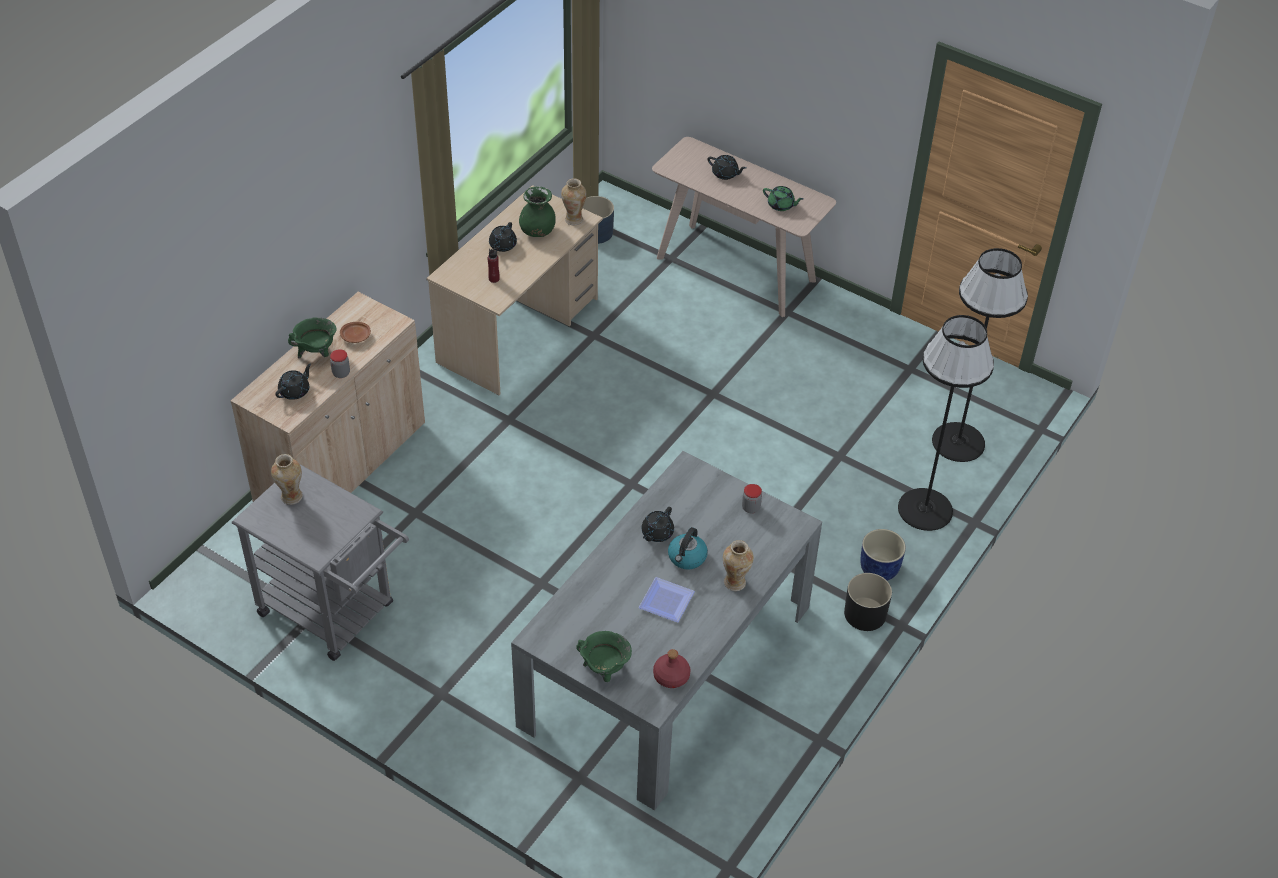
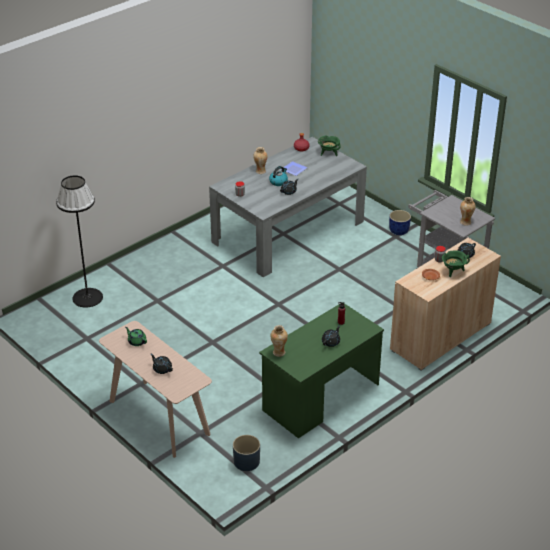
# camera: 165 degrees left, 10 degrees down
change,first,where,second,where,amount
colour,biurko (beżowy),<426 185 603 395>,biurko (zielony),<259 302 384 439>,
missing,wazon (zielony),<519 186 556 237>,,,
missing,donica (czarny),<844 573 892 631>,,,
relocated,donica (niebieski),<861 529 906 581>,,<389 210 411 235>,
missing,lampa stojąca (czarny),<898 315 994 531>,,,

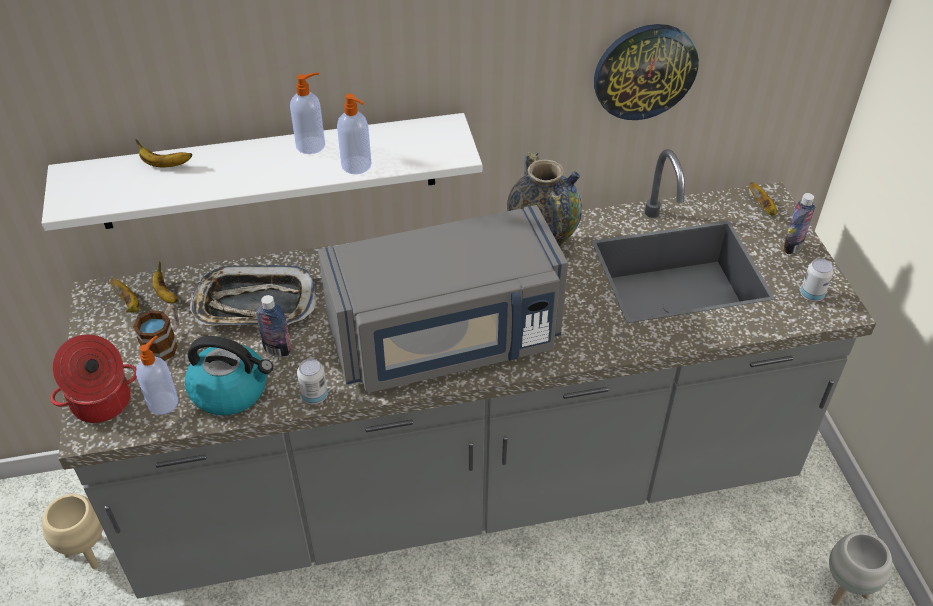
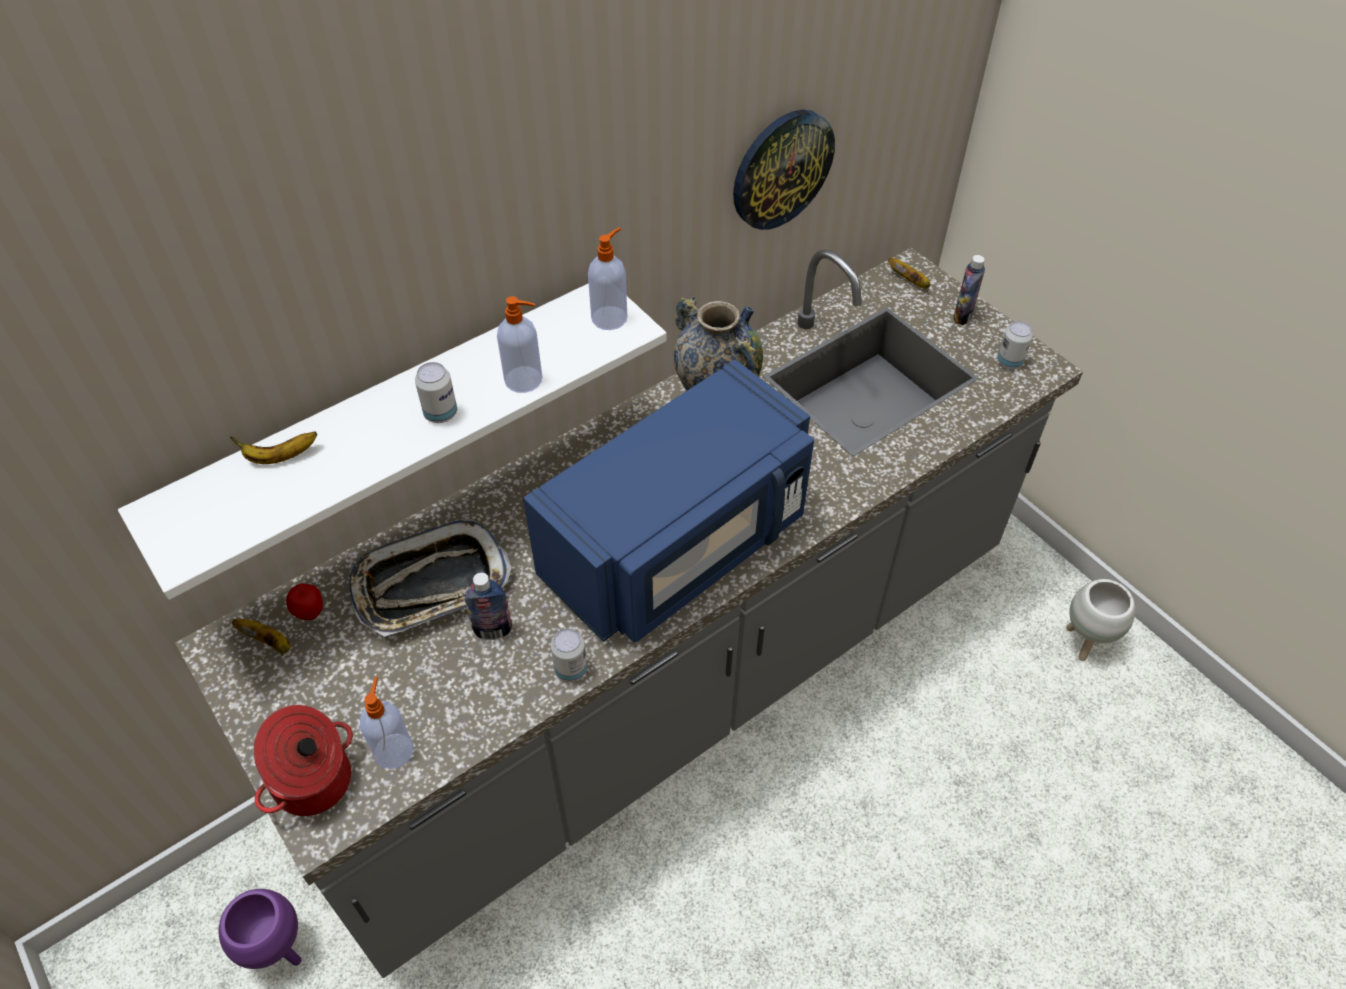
# camera: 25 degrees left, 5 degrees up
change,first,where,second,where,amount
colour,donica (beżowy),<42 494 103 569>,donica (fioletowy),<219 889 301 969>,
missing,kubek,<133 305 179 361>,,,
exchanged,banan,<152 261 179 303>,jabłko,<286 584 323 620>,
missing,czajnik,<185 336 273 415>,,,
relocated,dozownik mydła,<290 72 325 154>,,<588 227 627 330>,
colour,mikrofalówka (szary),<318 205 568 393>,mikrofalówka (niebieski),<523 359 814 642>,
appeared,,,puszka,<415 362 457 423>,

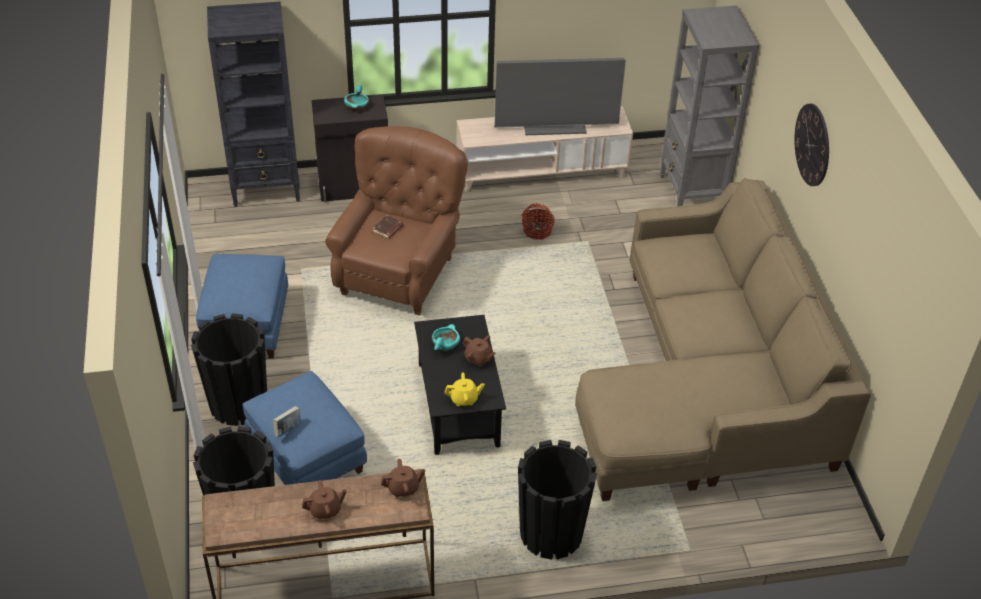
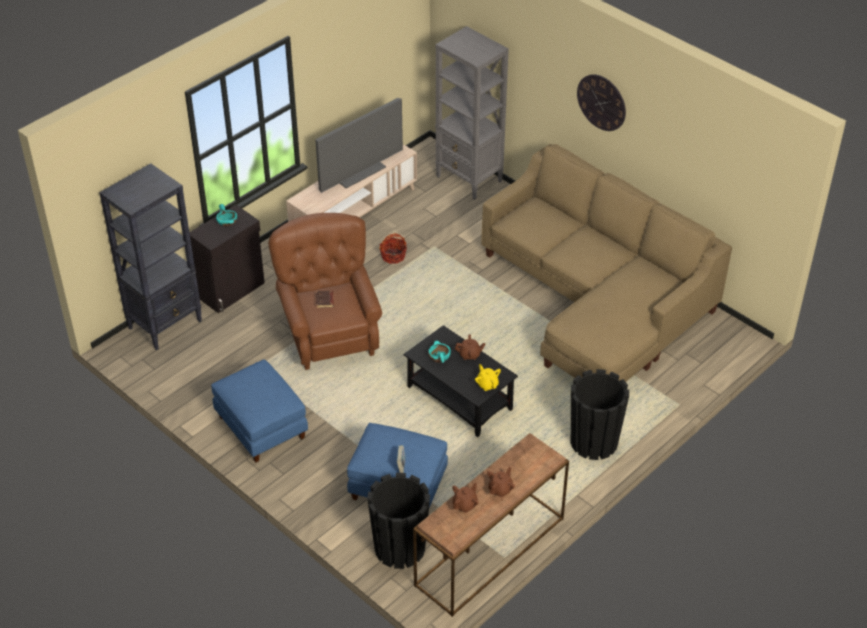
# camera: 35 degrees left, 0 degrees up
change,first,where,second,where,amount
missing,donica (czarny),<191 313 267 426>,,,
relocated,imbryk (brązowy),<381 459 425 497>,,<452 483 479 513>,
spun,imbryk (żółty),<445 372 485 406>,,<475 364 501 391>,75 degrees counterclockwise

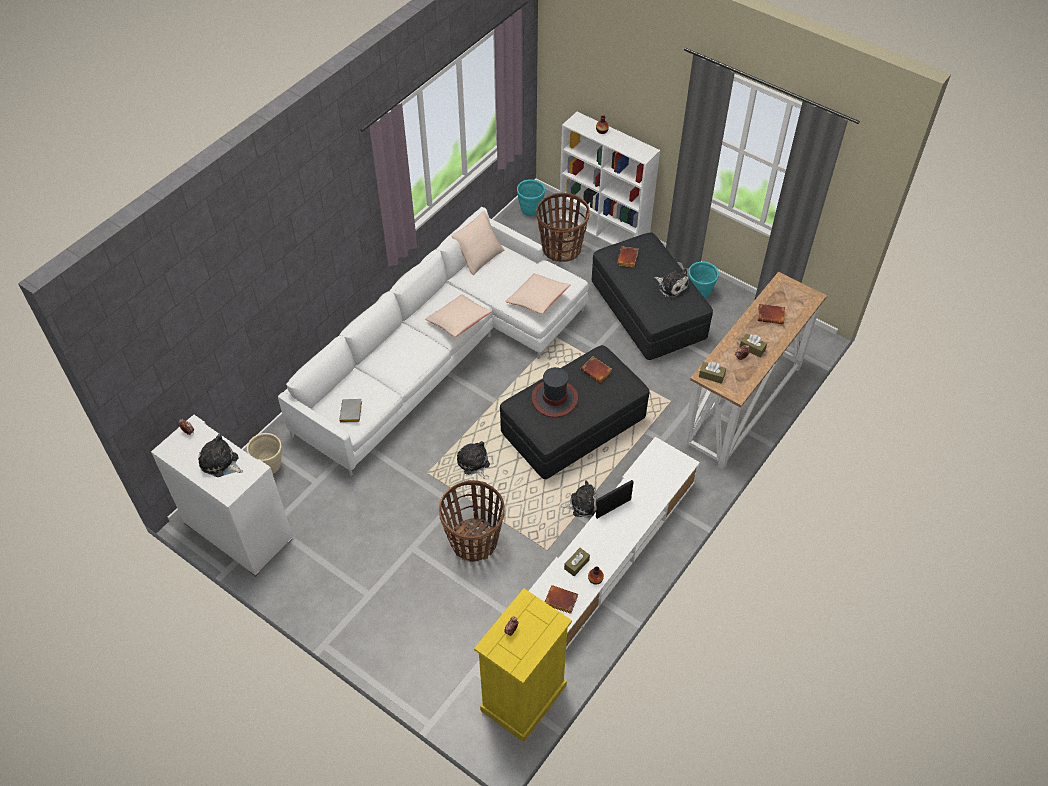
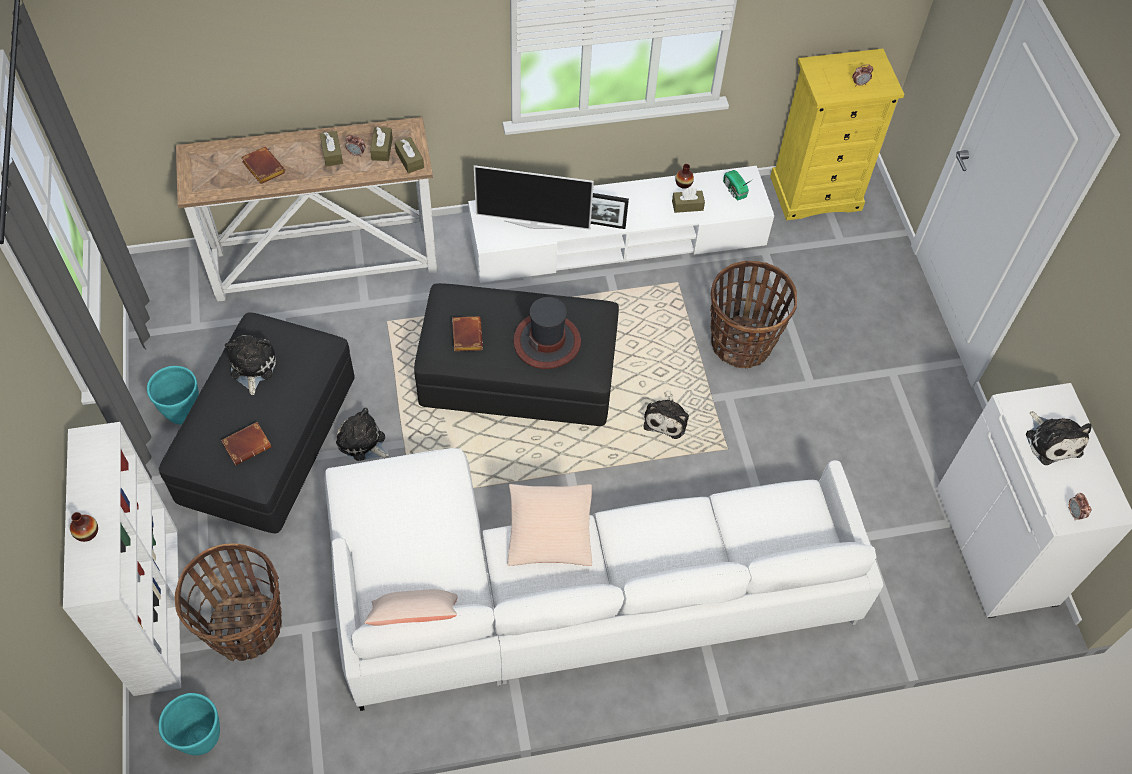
# camera: 140 degrees left, 5 degrees up
change,first,where,second,where,amount
missing,donica (beżowy),<246 433 282 473>,,,
missing,książka (szary),<339 399 362 423>,,,
missing,poduszka (beżowy),<505 273 571 314>,,,
exchanged,książka (brązowy),<545 585 578 614>,radio,<723 170 752 200>,
relocated,pluszak,<561 480 598 518>,,<336 408 390 461>,
appeared,,,pudełko chusteczek (brązowy),<370 127 393 161>,
appeared,,,telewizor,<474 165 594 230>,

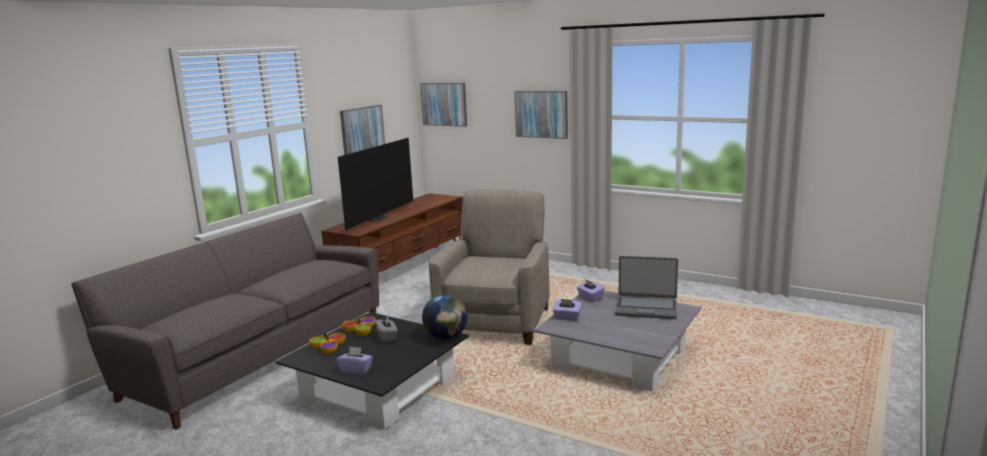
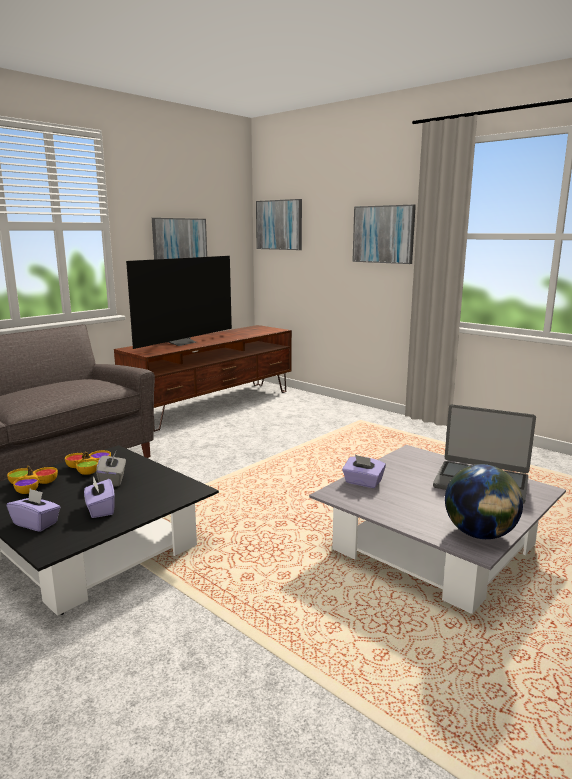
# camera: 10 degrees right, 0 degrees up
change,first,where,second,where,amount
relocated,globus,<422 294 467 340>,,<445 464 523 539>,
missing,fotel (beżowy),<428 189 550 345>,,,
relocated,pudełko chusteczek (fioletowy),<577 279 605 302>,,<84 476 115 518>,

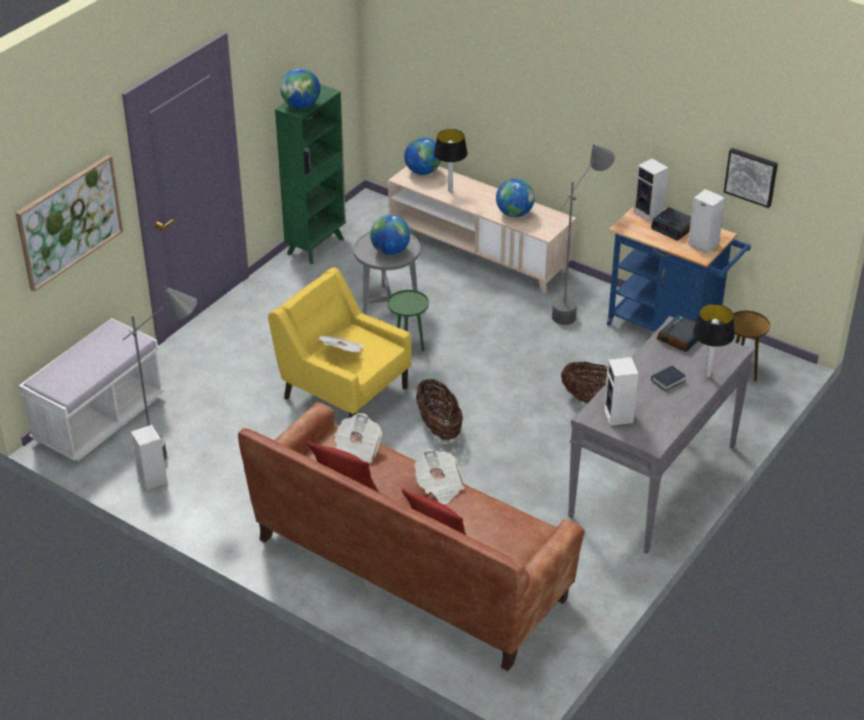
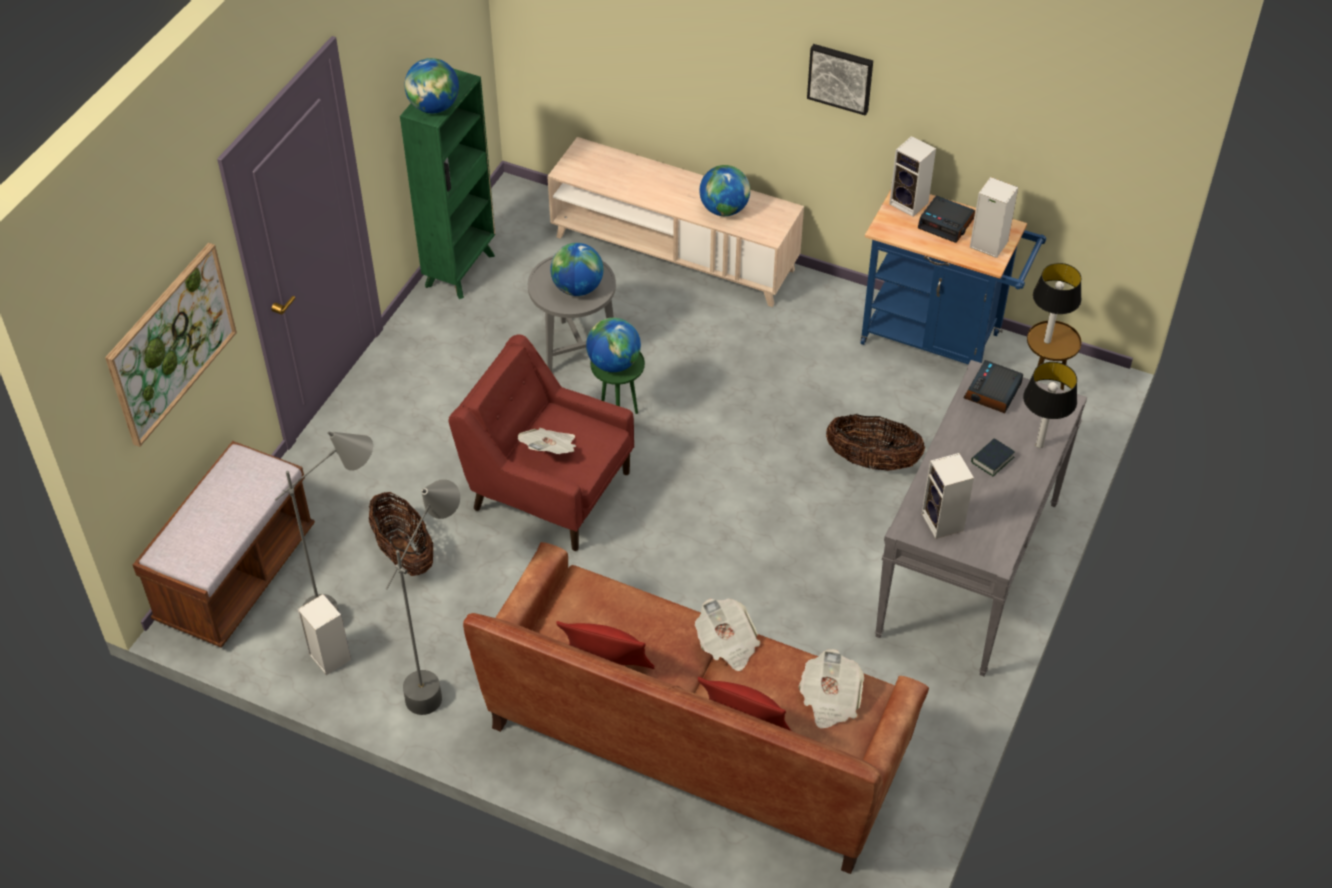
# camera: 10 degrees left, 10 degrees up
change,first,where,second,where,amount
colour,ławka (biały),<19 318 164 461>,ławka (brązowy),<133 441 315 648>,
colour,fotel (żółty),<268 267 411 418>,fotel (czerwony),<448 334 634 551>,
relocated,gazeta,<334 413 382 463>,,<799 649 864 729>,
relocated,globus,<404 137 441 175>,,<586 318 641 372>,
relocated,koszyk,<416 379 463 440>,,<369 492 433 576>,
relocated,lampa stołowa,<434 129 468 192>,,<1033 263 1082 344>,
relocated,lampa stojąca (szary),<552 144 615 325>,,<386 479 460 715>,
relocated,obraz,<724 148 778 208>,,<807 44 873 116>,

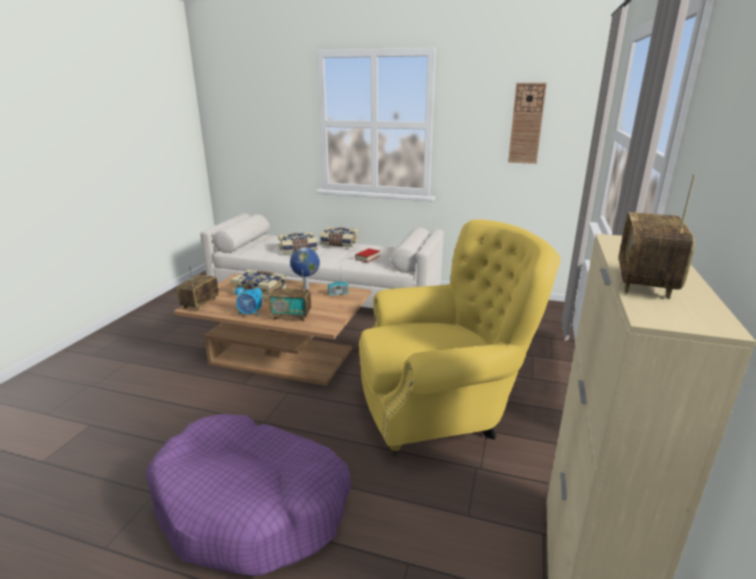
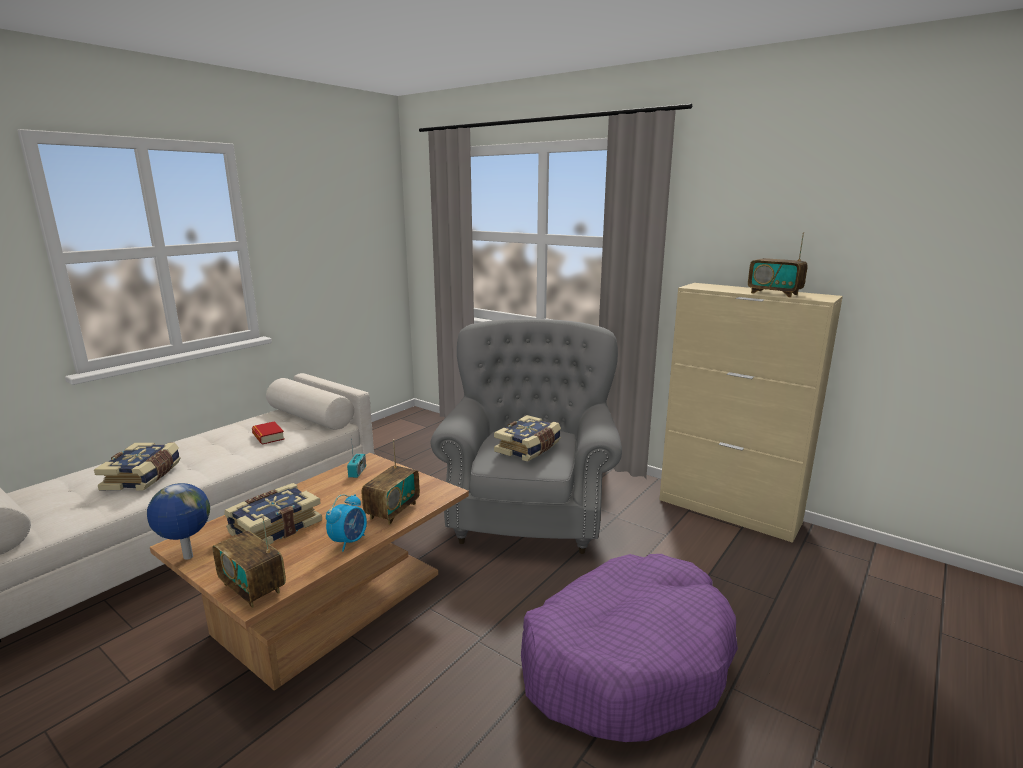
# camera: 70 degrees left, 5 degrees down
change,first,where,second,where,amount
relocated,globus,<290 247 320 289>,,<147 483 210 560>,
relocated,książka,<320 227 359 247>,,<494 415 561 462>,
colour,fotel (żółty),<359 219 560 456>,fotel (szary),<431 319 622 554>,
missing,zegar ścienny,<508 83 547 164>,,,

